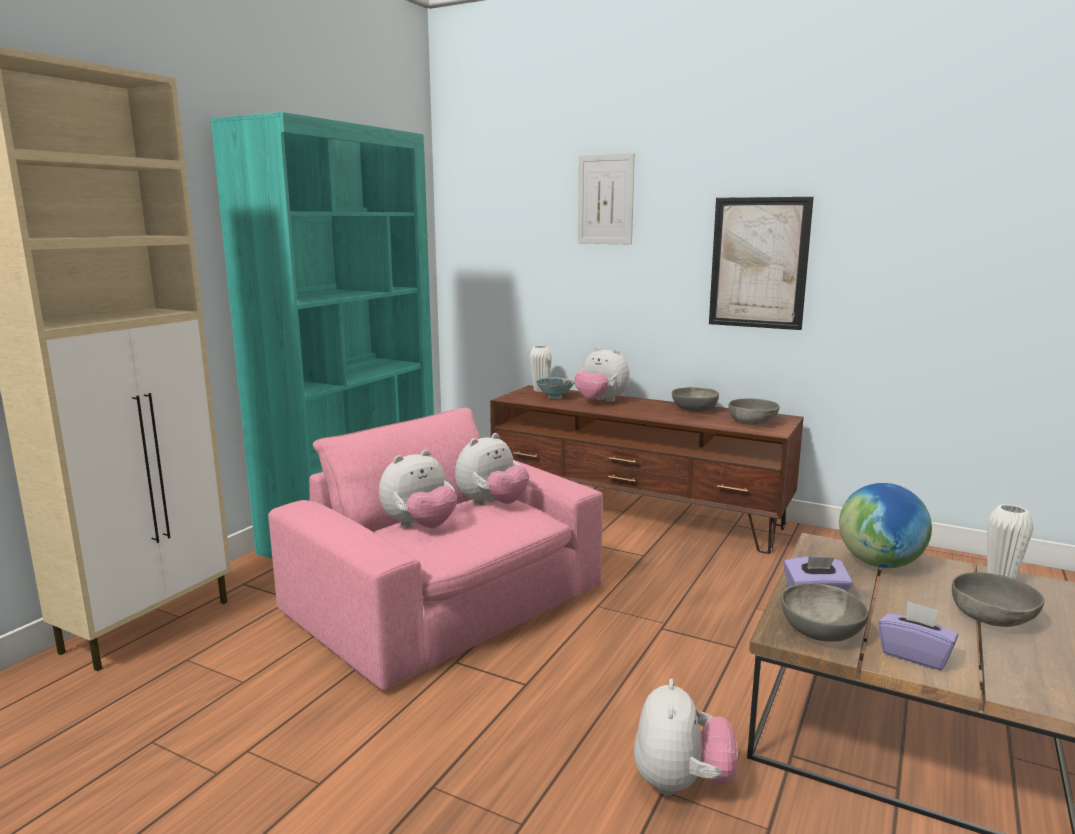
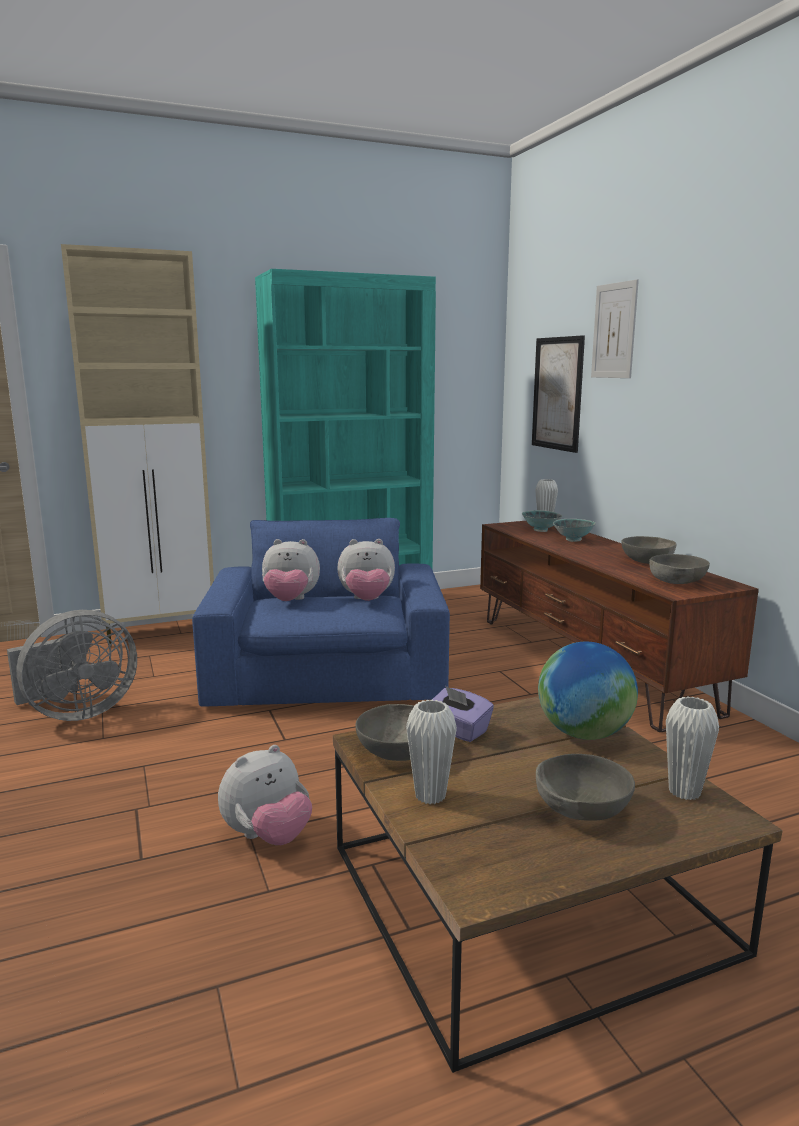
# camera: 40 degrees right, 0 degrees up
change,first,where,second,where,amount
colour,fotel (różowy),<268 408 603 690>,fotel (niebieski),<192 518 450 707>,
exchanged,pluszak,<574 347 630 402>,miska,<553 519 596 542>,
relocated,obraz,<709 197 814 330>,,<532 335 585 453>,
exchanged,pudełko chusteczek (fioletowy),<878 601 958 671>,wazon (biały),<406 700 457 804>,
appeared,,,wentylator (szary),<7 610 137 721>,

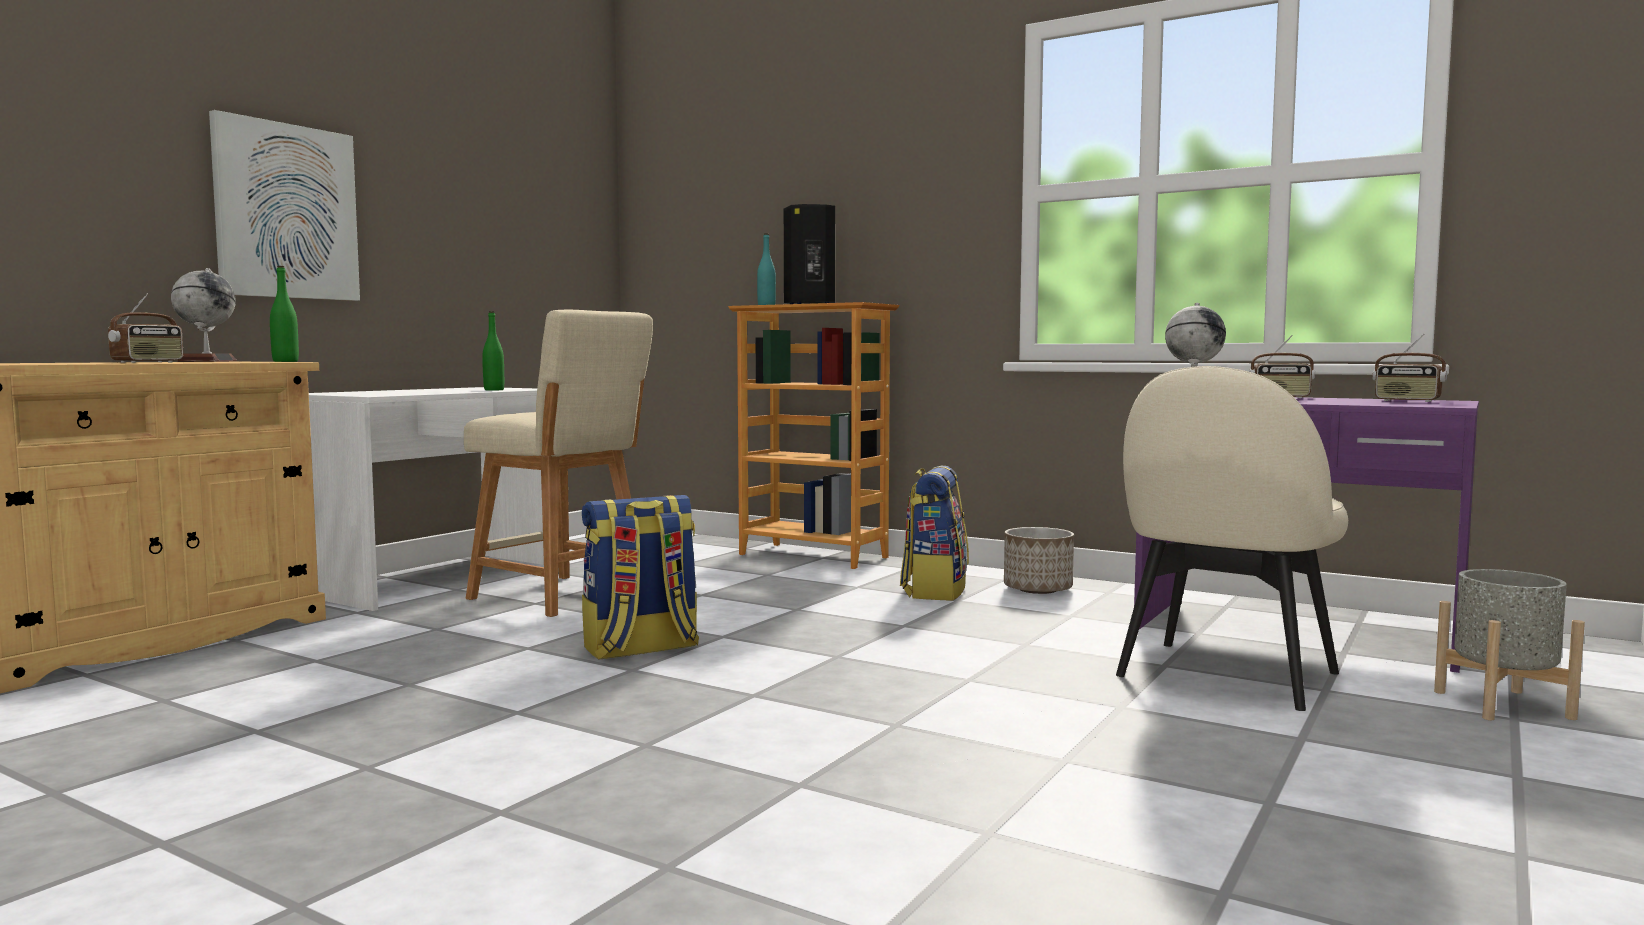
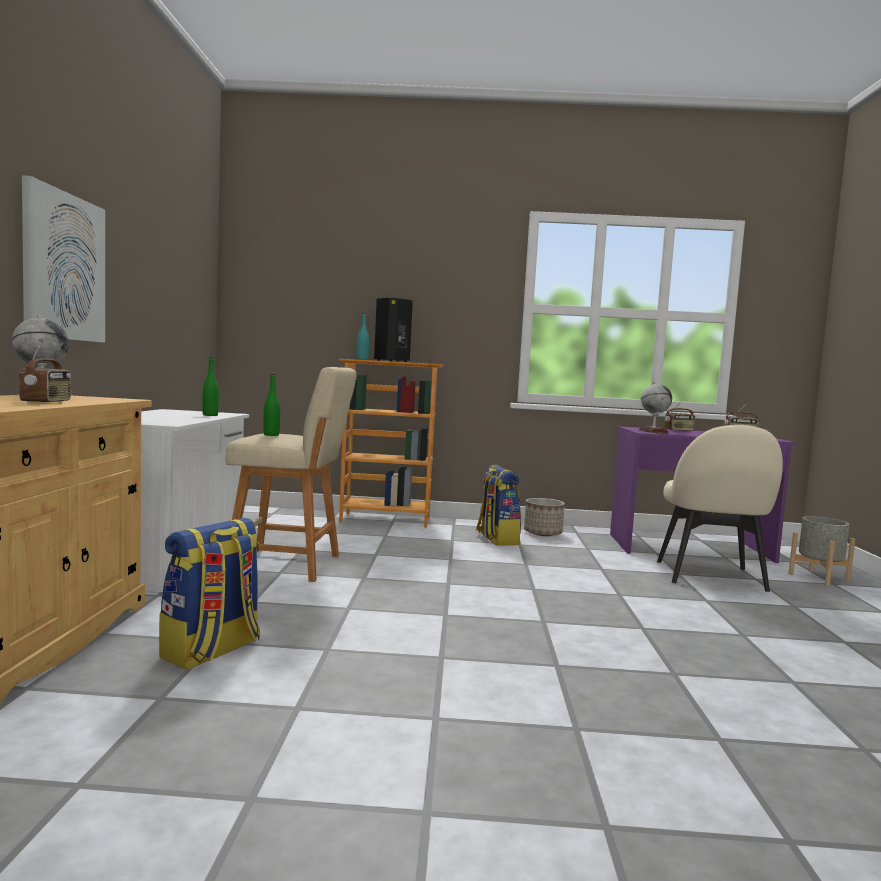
# camera: 30 degrees left, 0 degrees up
change,first,where,second,where,amount
relocated,butelka (zielony),<270 266 299 362>,,<263 374 280 436>,
relocated,plecak,<582 495 699 660>,,<159 518 260 670>,

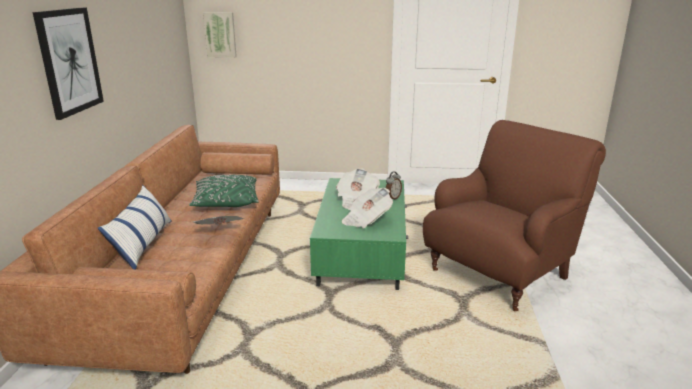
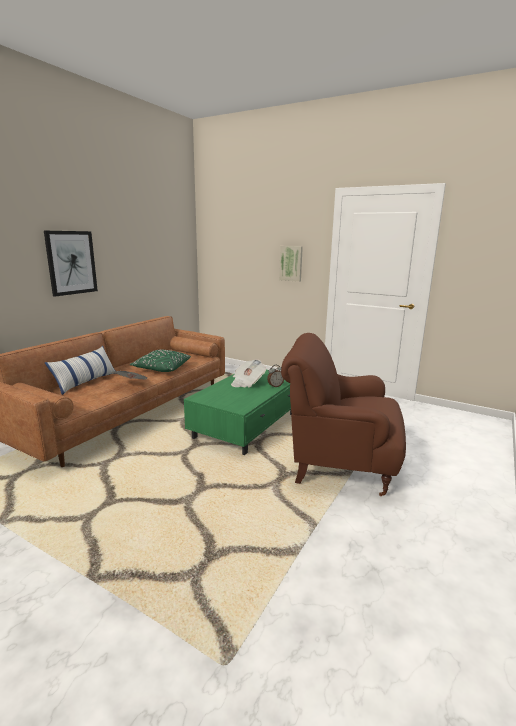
# camera: 25 degrees right, 5 degrees down
change,first,where,second,where,amount
relocated,obraz,<203 12 237 58>,,<279 246 303 282>,
missing,gazeta,<342 188 393 228>,,,
spun,fotel (brązowy),<423 120 606 311>,,<281 333 406 496>,150 degrees counterclockwise

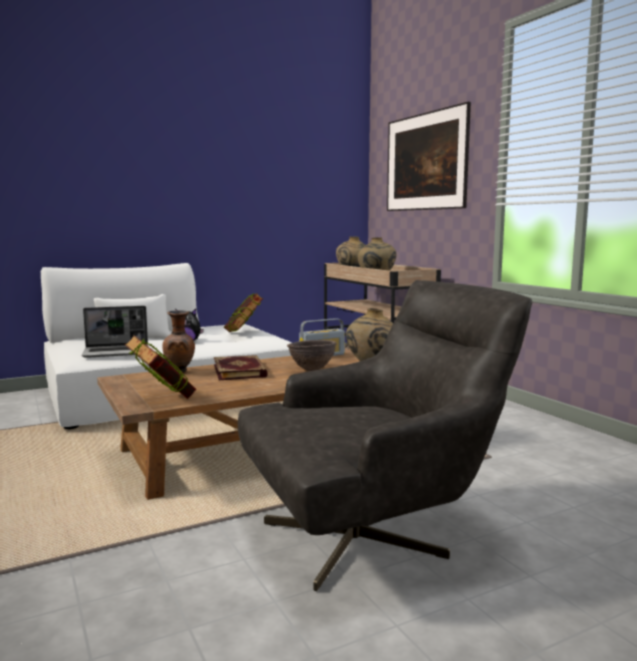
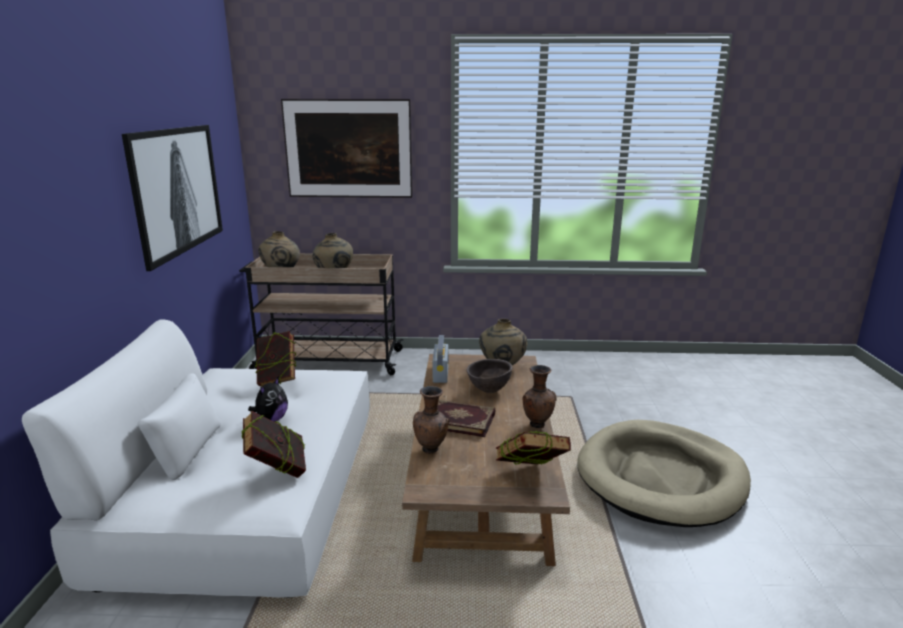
# camera: 60 degrees left, 10 degrees up
change,first,where,second,where,amount
exchanged,laptop,<82 306 148 358>,książka,<241 411 306 478>,
exchanged,fotel (szary),<238 280 532 591>,legowisko (beżowy),<577 420 751 527>,
appeared,,,obraz,<122 125 223 271>,
appeared,,,wazon (brązowy),<522 365 557 428>,

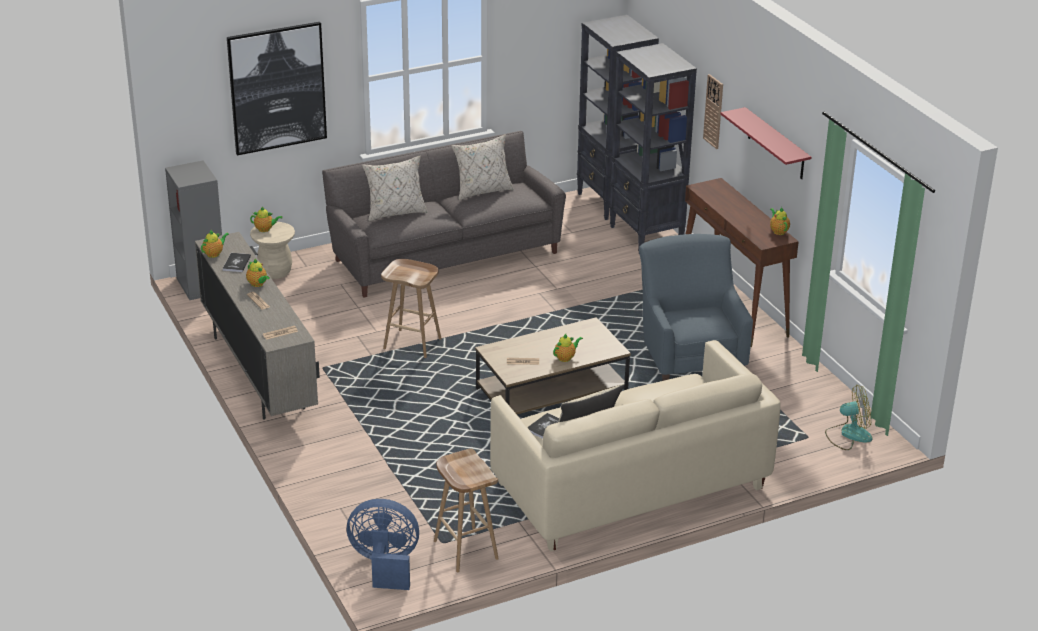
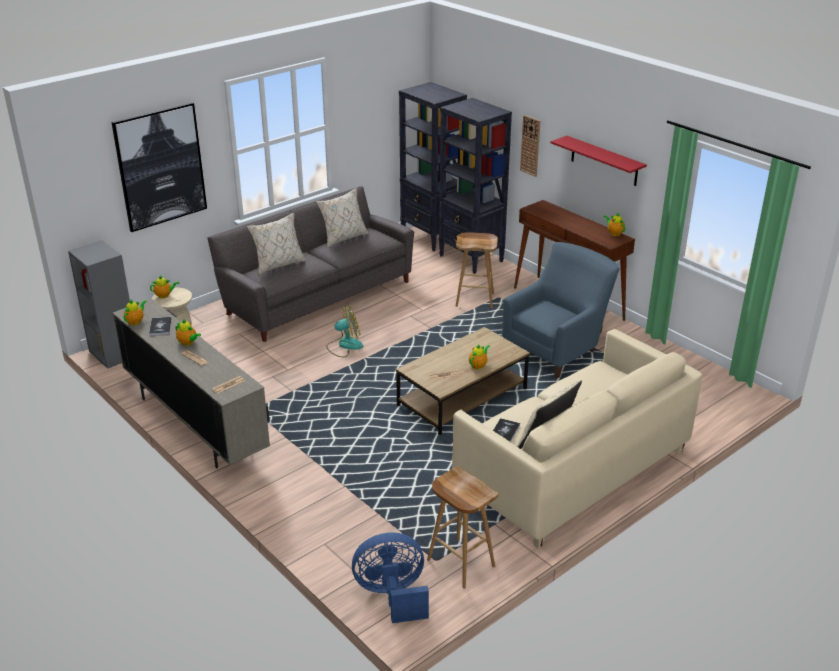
# camera: 15 degrees left, 0 degrees up
change,first,where,second,where,amount
relocated,stołek (brązowy),<381 259 442 358>,,<456 232 498 308>,
spun,fotel (niebieski),<639 234 753 381>,,<502 242 620 379>,75 degrees clockwise
relocated,wentylator,<825 385 873 450>,,<326 305 363 357>,

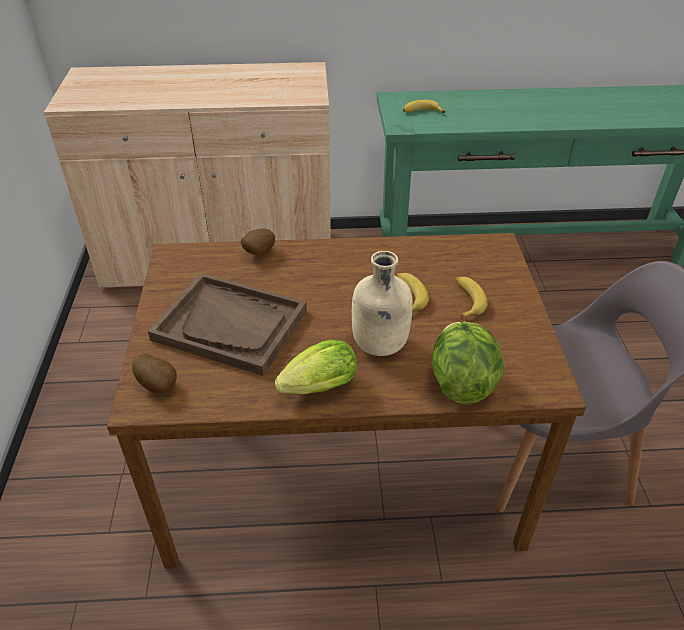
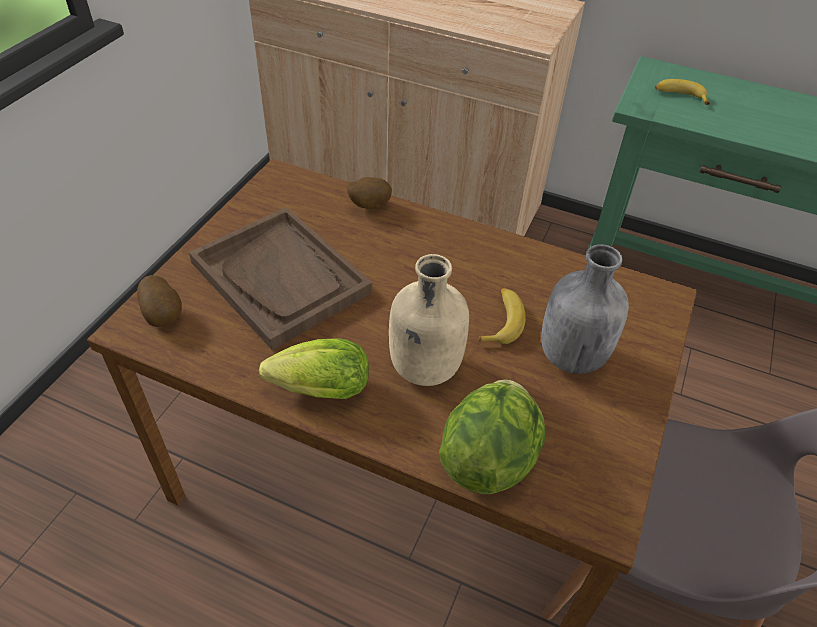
# camera: 25 degrees right, 5 degrees up
change,first,where,second,where,amount
exchanged,banan,<456 277 488 319>,butelka (szary),<541 244 629 374>,

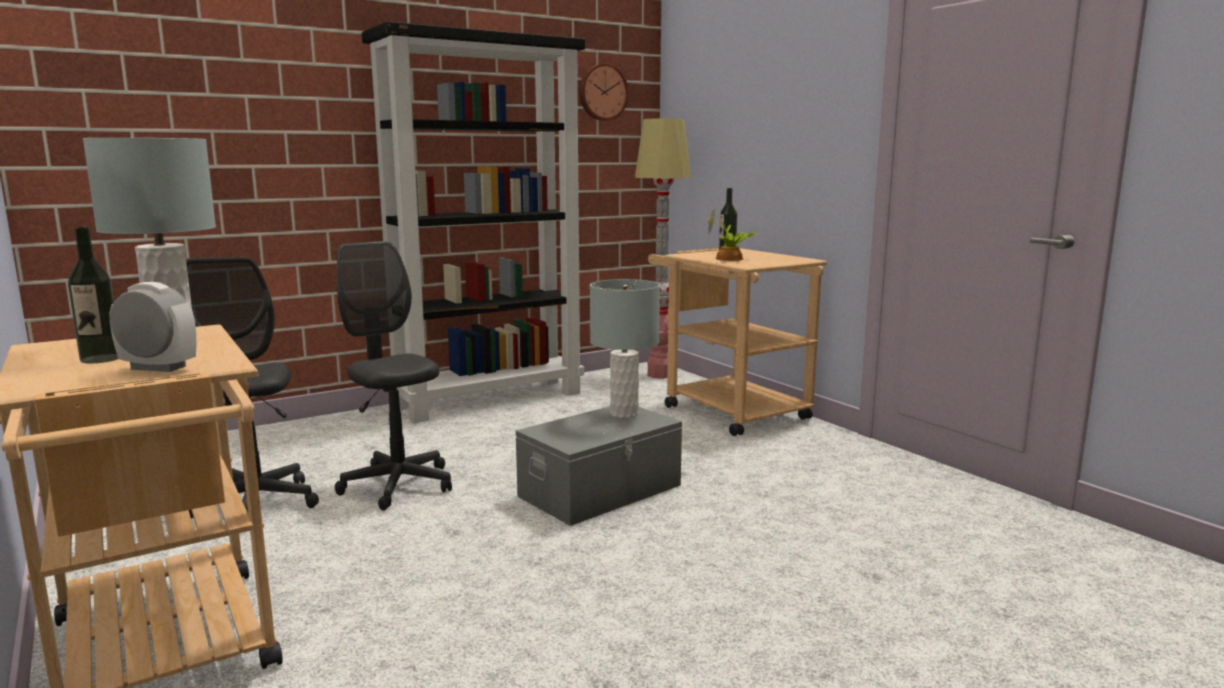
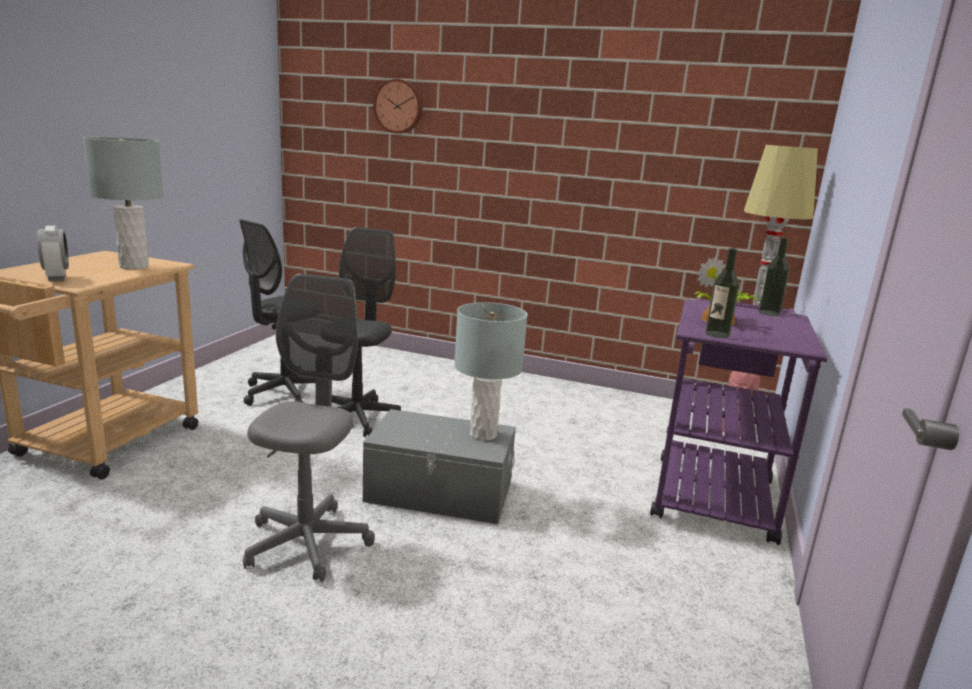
# camera: 50 degrees right, 5 degrees up
change,first,where,second,where,amount
relocated,butelka,<68 227 118 363>,,<705 248 739 338>,
missing,regał (czarny),<362 21 585 423>,,,
relocated,zegar ścienny,<579 63 629 121>,,<373 79 423 134>,
colour,wózek (beżowy),<648 248 827 436>,wózek (fioletowy),<650 297 828 545>,
appeared,,,krzesło biurowe (szary),<243 273 375 582>,

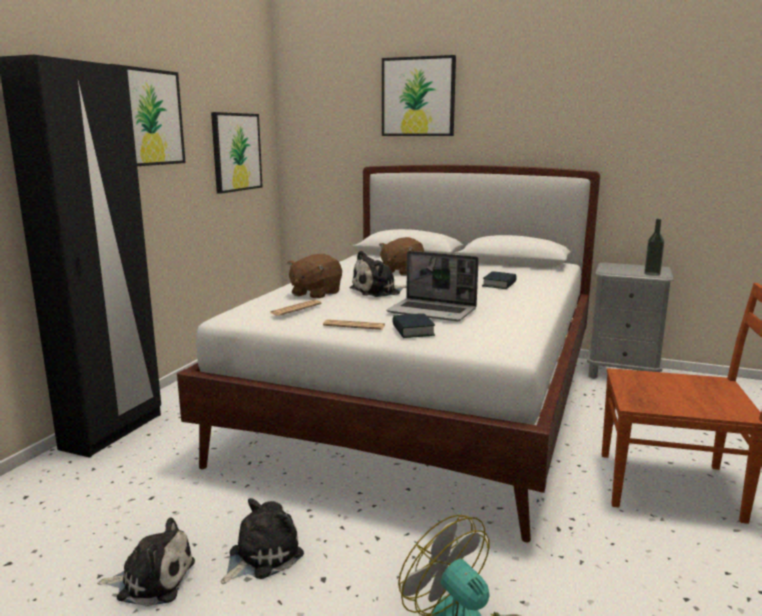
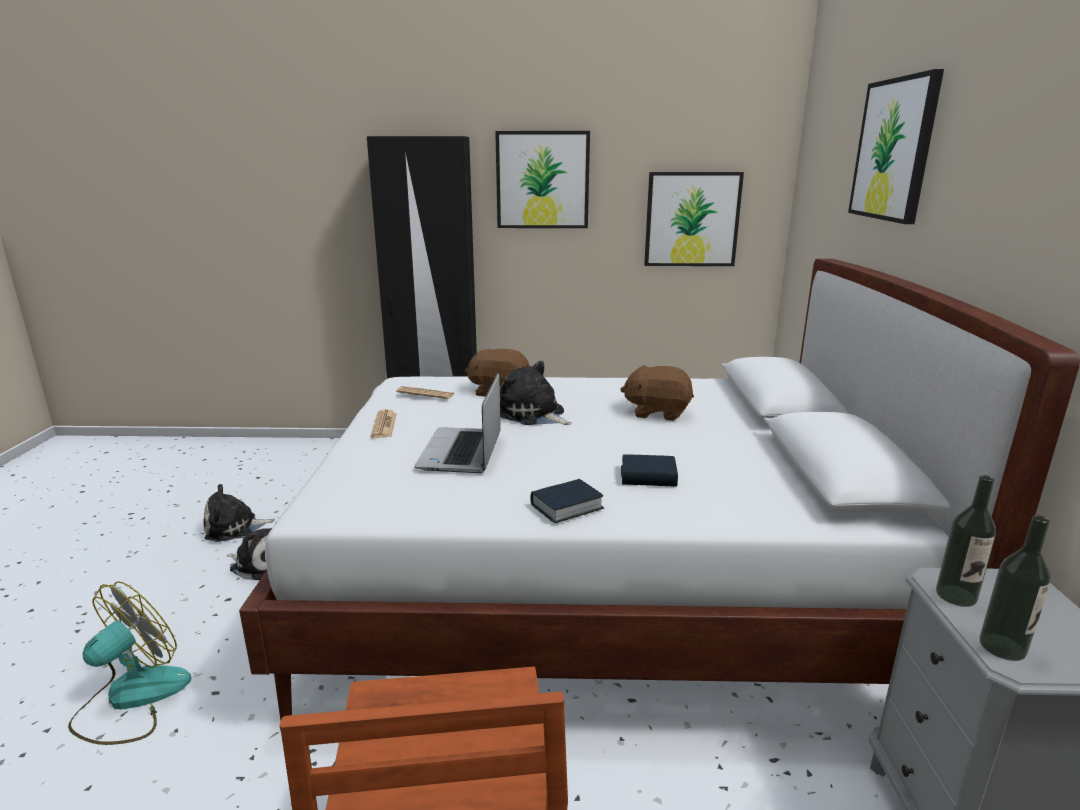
# camera: 70 degrees right, 5 degrees up
change,first,where,second,where,amount
spun,pluszak,<97 517 195 607>,,<203 484 275 542>,90 degrees clockwise
relocated,książka,<392 313 435 338>,,<531 479 604 523>,
appeared,,,butelka,<936 475 996 607>,

